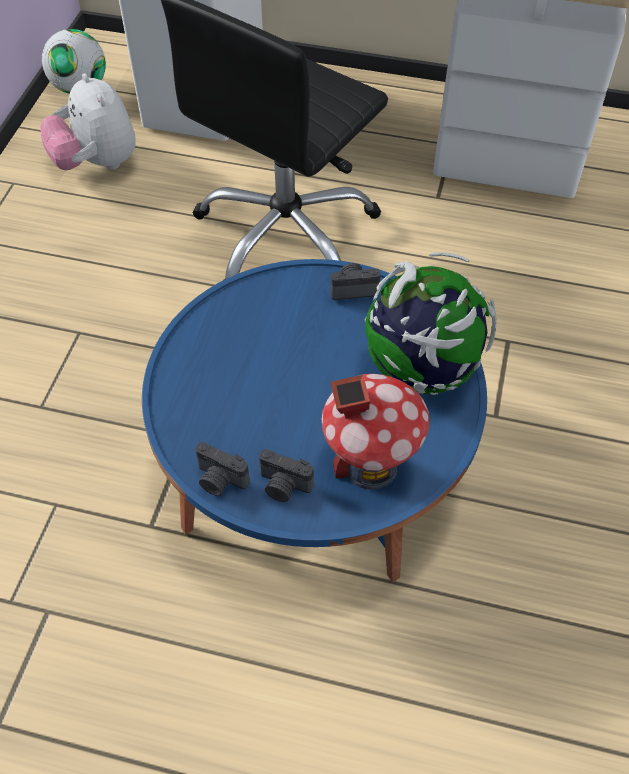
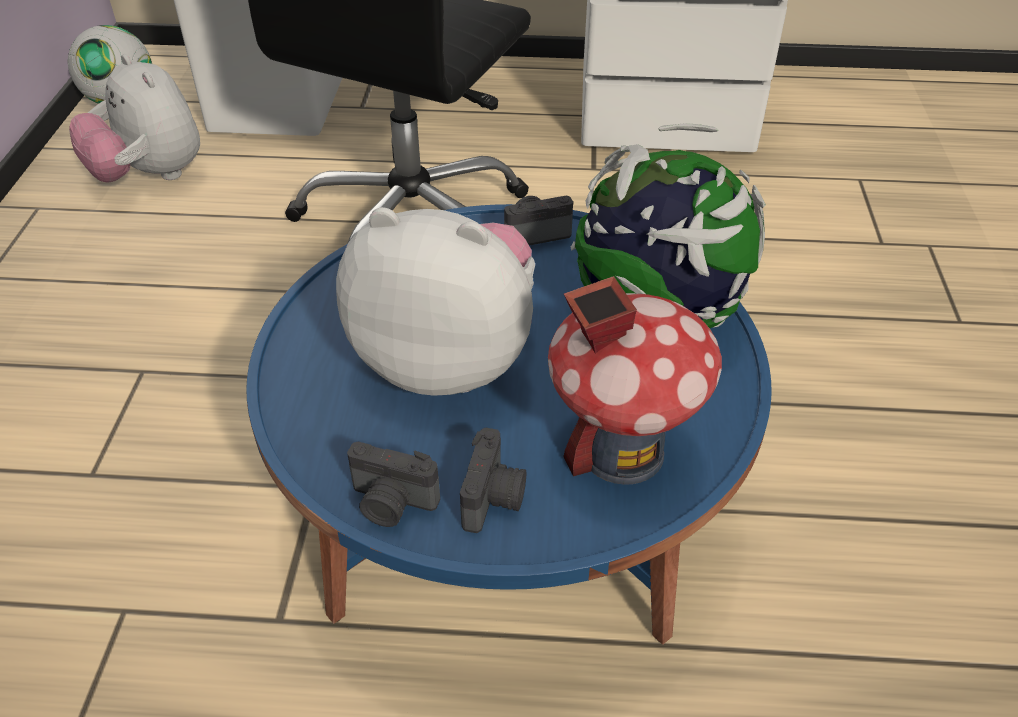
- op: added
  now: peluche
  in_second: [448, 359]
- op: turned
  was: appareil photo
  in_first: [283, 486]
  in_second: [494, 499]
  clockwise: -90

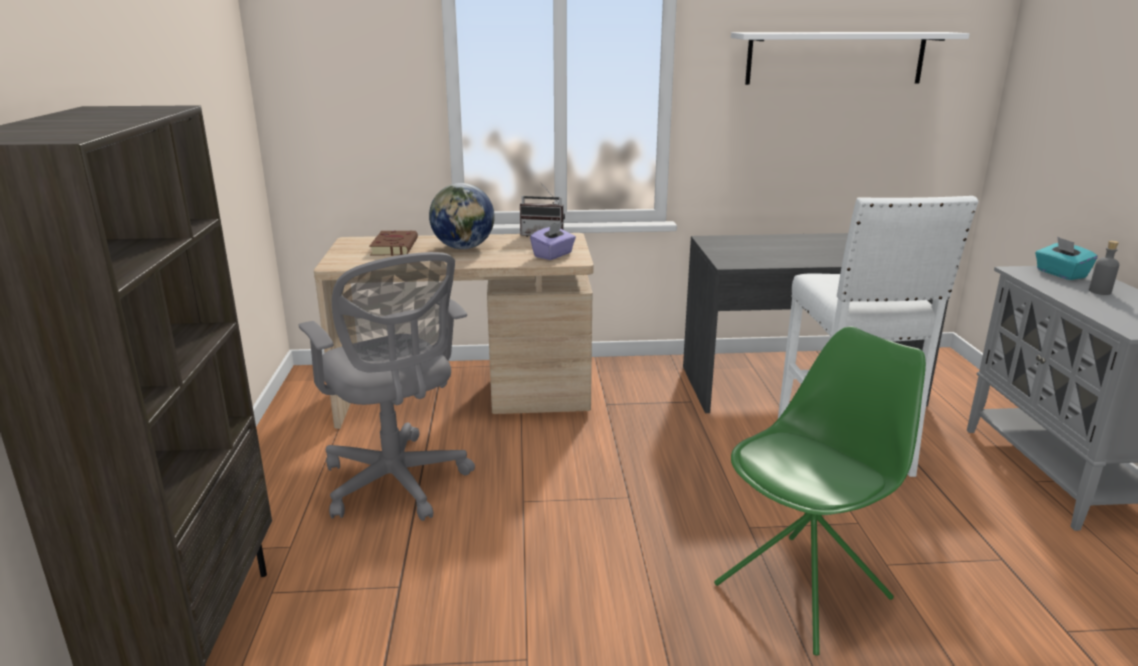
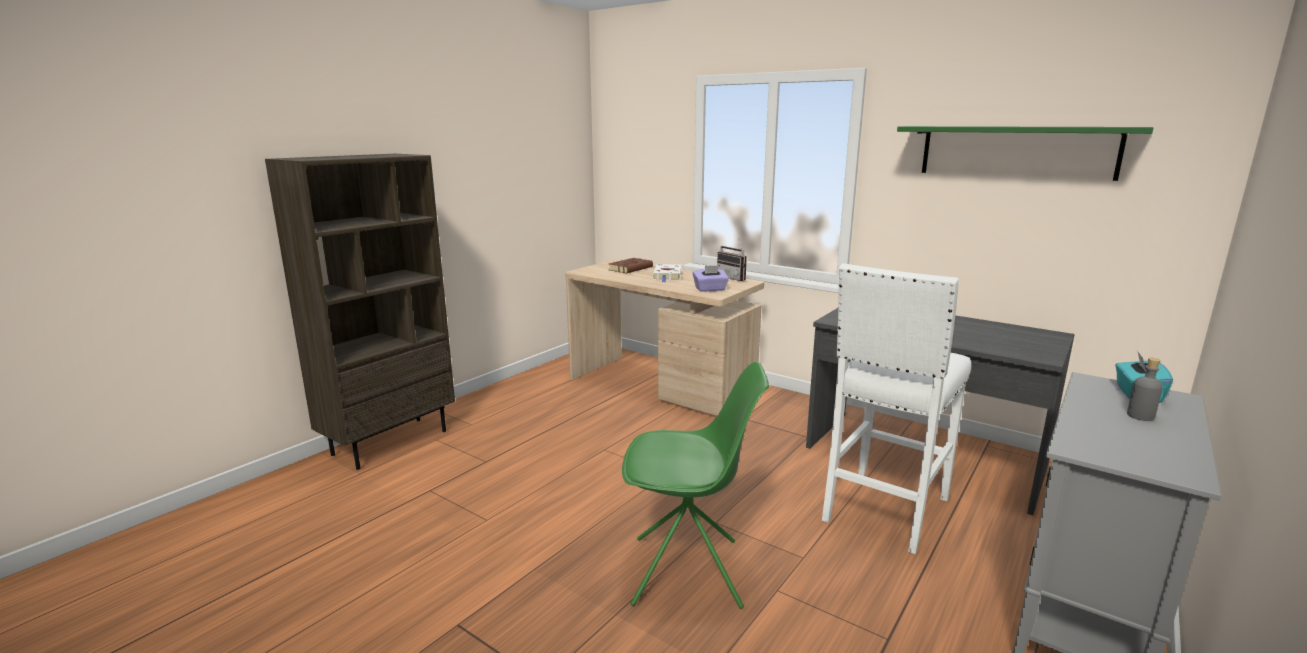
- op: removed
  was: chaise de bureau [gris]
  in_first: [397, 484]
- op: replaced
  was: globe
  now: livre [blanc]
  in_first: [464, 248]
  in_second: [667, 276]
- op: recoloured
  was: étagère [blanc]
  now: étagère [vert]
  in_first: [835, 58]
  in_second: [1016, 151]

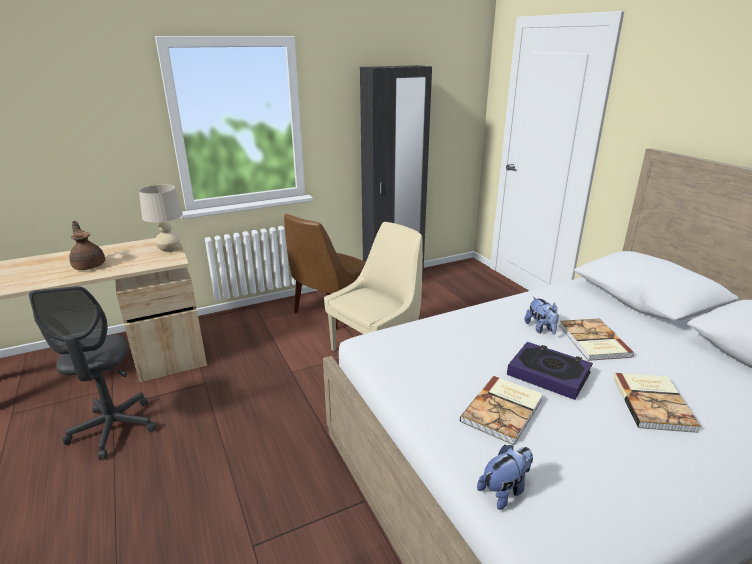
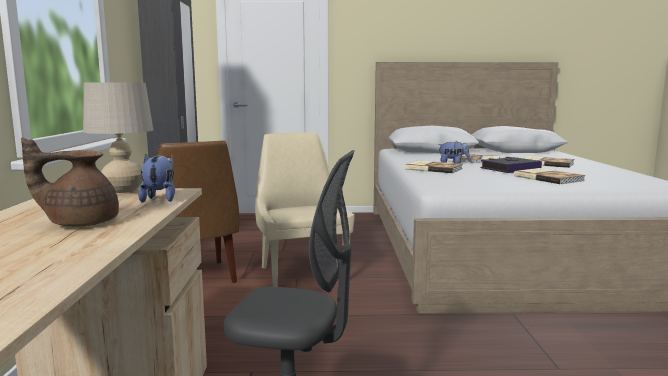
- op: added
  now: livre
  in_second: [433, 168]
- op: moved
  was: peluche
  in_first: [504, 490]
  in_second: [160, 199]

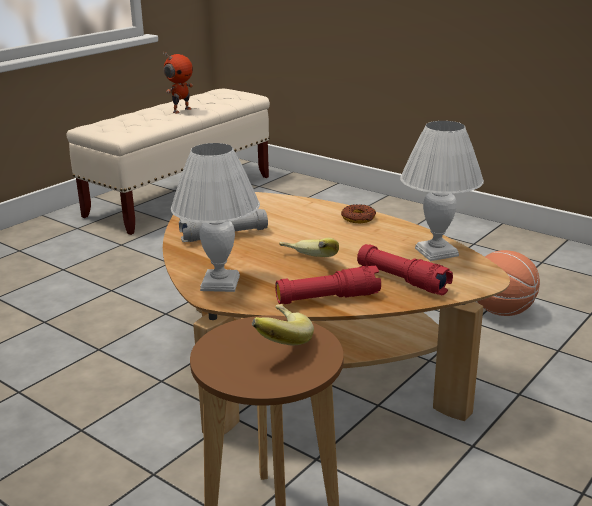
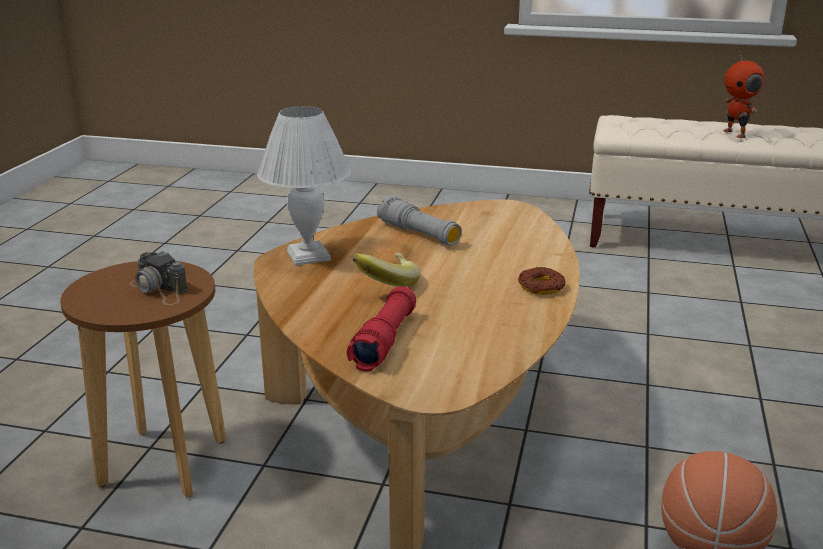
- op: removed
  was: lampe de poche [rouge]
  in_first: [327, 298]
- op: removed
  was: lampe de table [blanc]
  in_first: [435, 252]
- op: replaced
  was: banane
  now: appareil photo
  in_first: [278, 342]
  in_second: [159, 289]
- op: turned
  was: robot jouet
  in_first: [181, 110]
  in_second: [736, 134]
  clockwise: 60

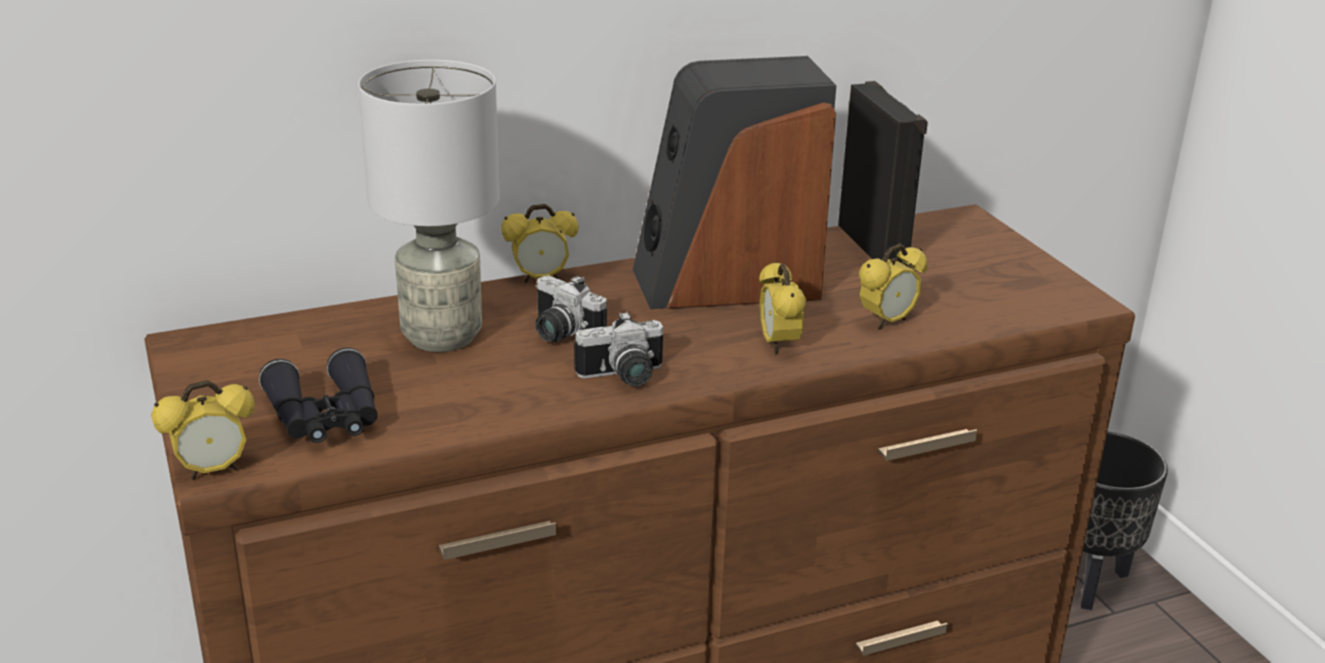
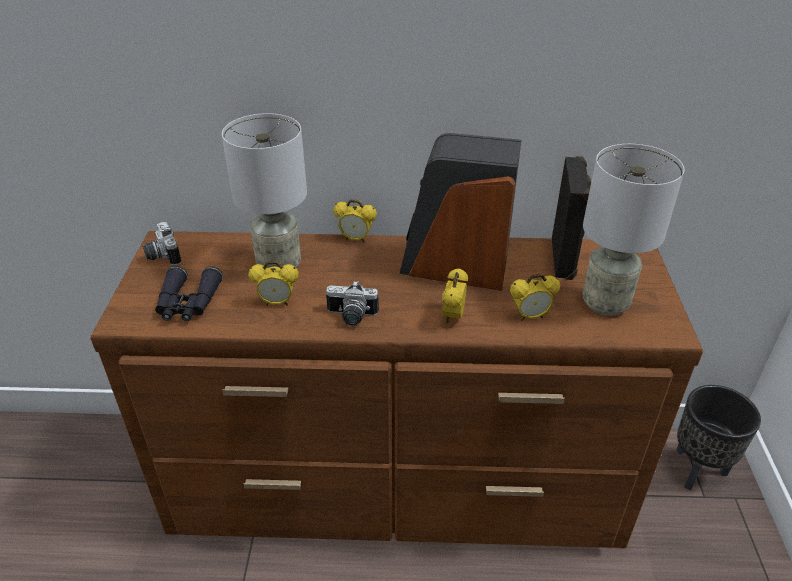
- op: added
  now: lampe de table [gris]
  in_second: [605, 304]
- op: moved
  was: réveil
  in_first: [213, 471]
  in_second: [277, 303]
- op: moved
  was: appareil photo
  in_first: [560, 334]
  in_second: [162, 255]

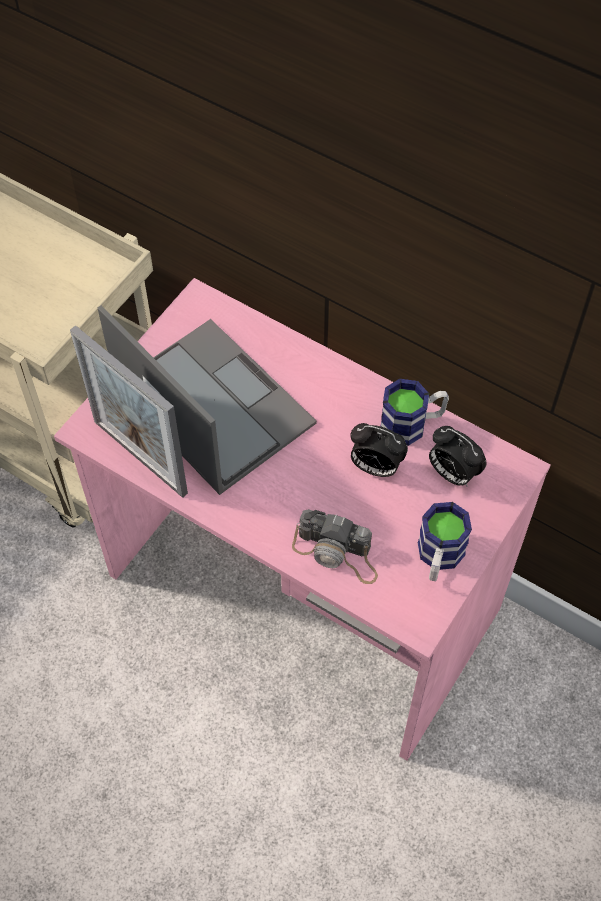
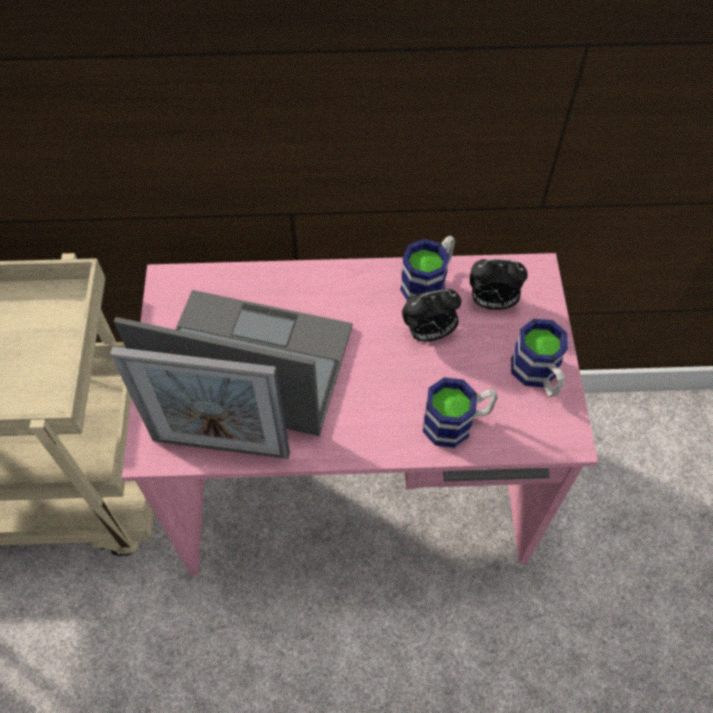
- op: replaced
  was: appareil photo
  now: mug
  in_first: [337, 553]
  in_second: [457, 423]

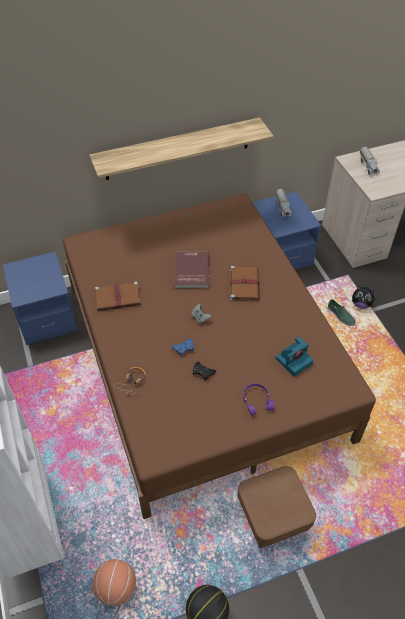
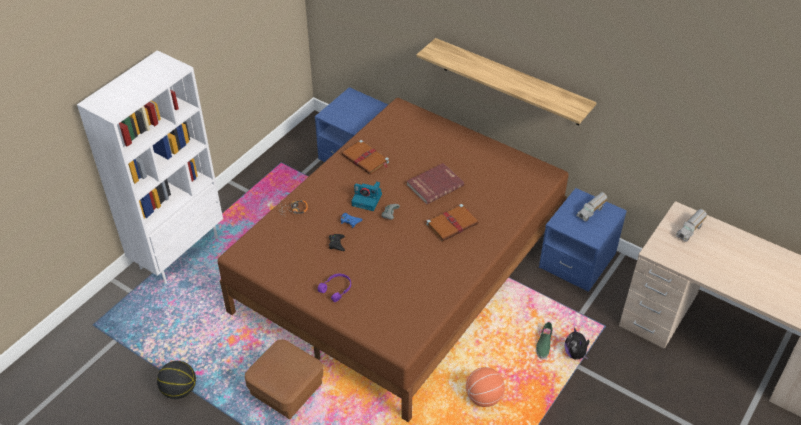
- op: moved
  was: ballon de basket
  in_first: [116, 588]
  in_second: [483, 397]
- op: moved
  was: appareil photo
  in_first: [294, 360]
  in_second: [367, 200]

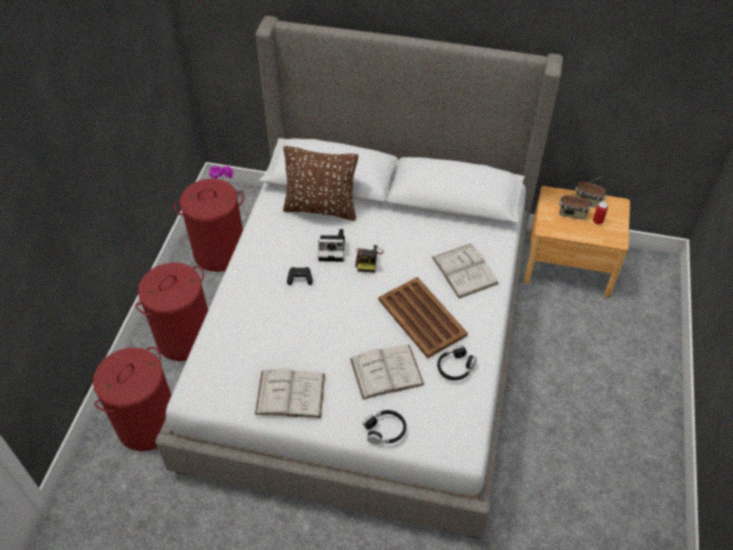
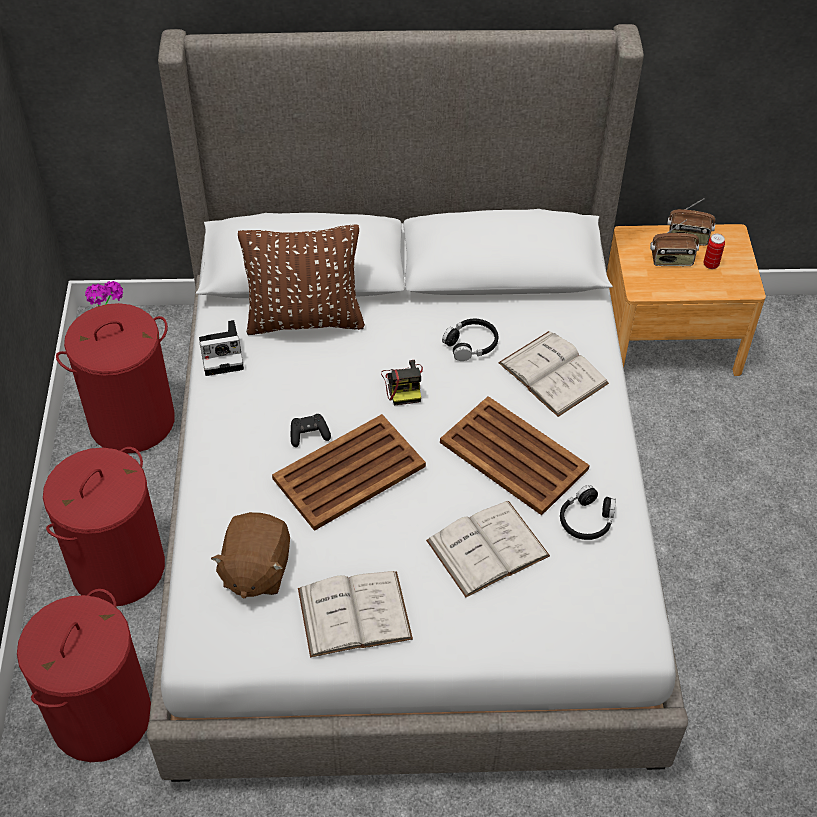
- op: added
  now: peluche [marron]
  in_second: [255, 570]
- op: added
  now: plateau [marron]
  in_second: [350, 472]
- op: moved
  was: appareil photo
  in_first: [333, 249]
  in_second: [223, 354]
- op: moved
  was: casque audio [noir]
  in_first: [385, 430]
  in_second: [471, 344]

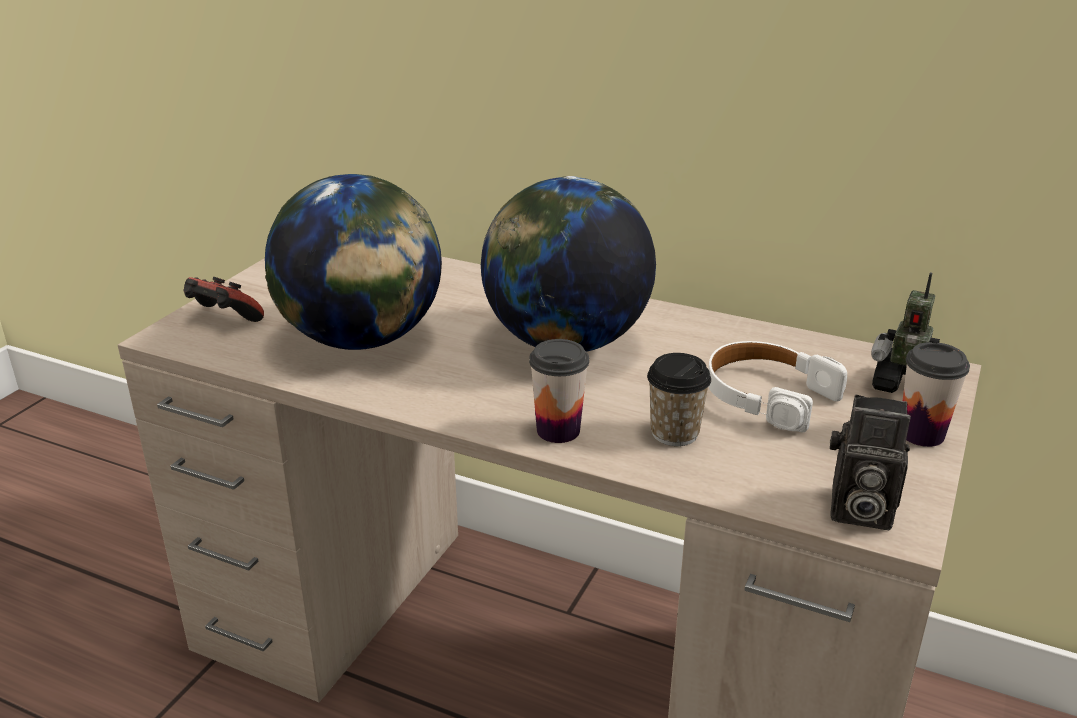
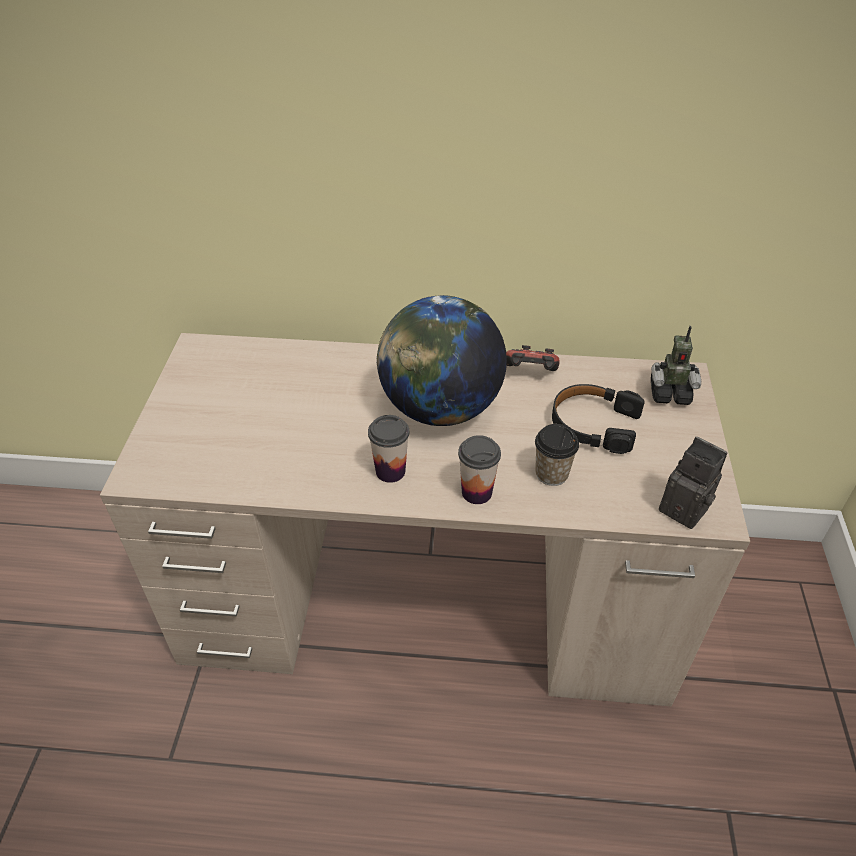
- op: removed
  was: globe
  in_first: [362, 340]
- op: moved
  was: manette
  in_first: [223, 320]
  in_second: [530, 374]
- op: moved
  was: tasse
  in_first: [921, 434]
  in_second: [390, 471]
- op: recoloured
  was: casque audio [blanc]
  now: casque audio [noir]
  in_first: [768, 396]
  in_second: [593, 424]
- op: turned
  was: appareil photo
  in_first: [856, 511]
  in_second: [687, 509]
  clockwise: -135

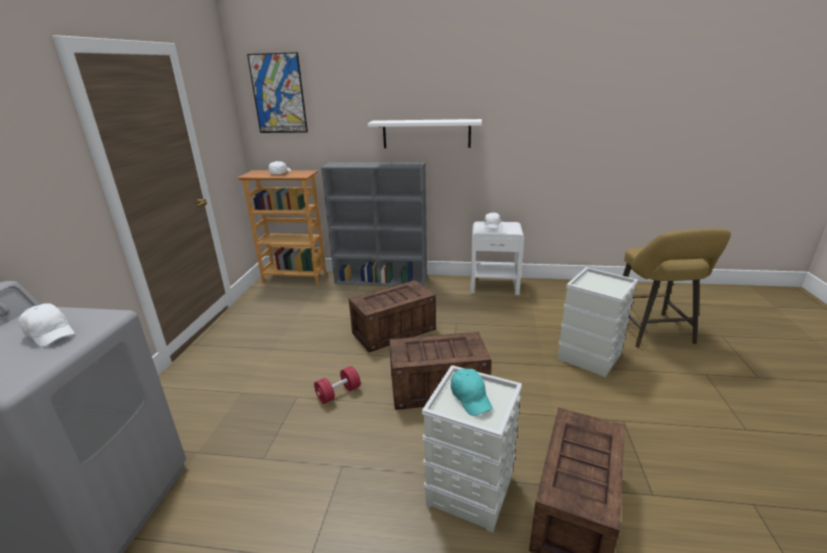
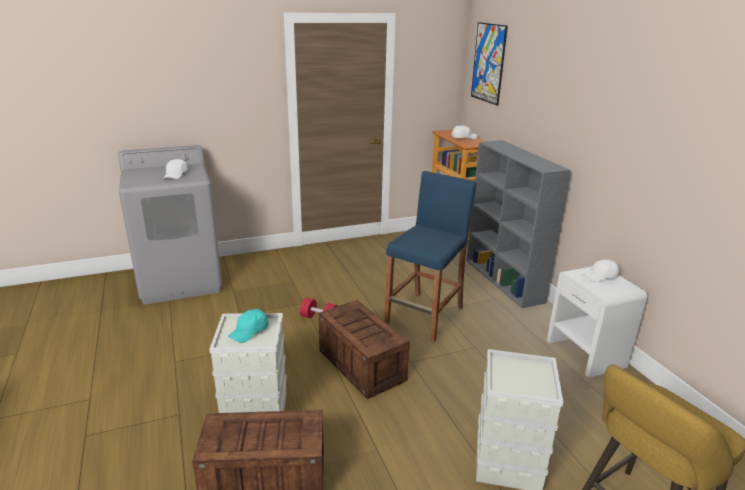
- op: removed
  was: étagère [blanc]
  in_first: [426, 134]
- op: replaced
  was: caisse
  now: tabouret [bleu]
  in_first: [395, 330]
  in_second: [425, 316]

